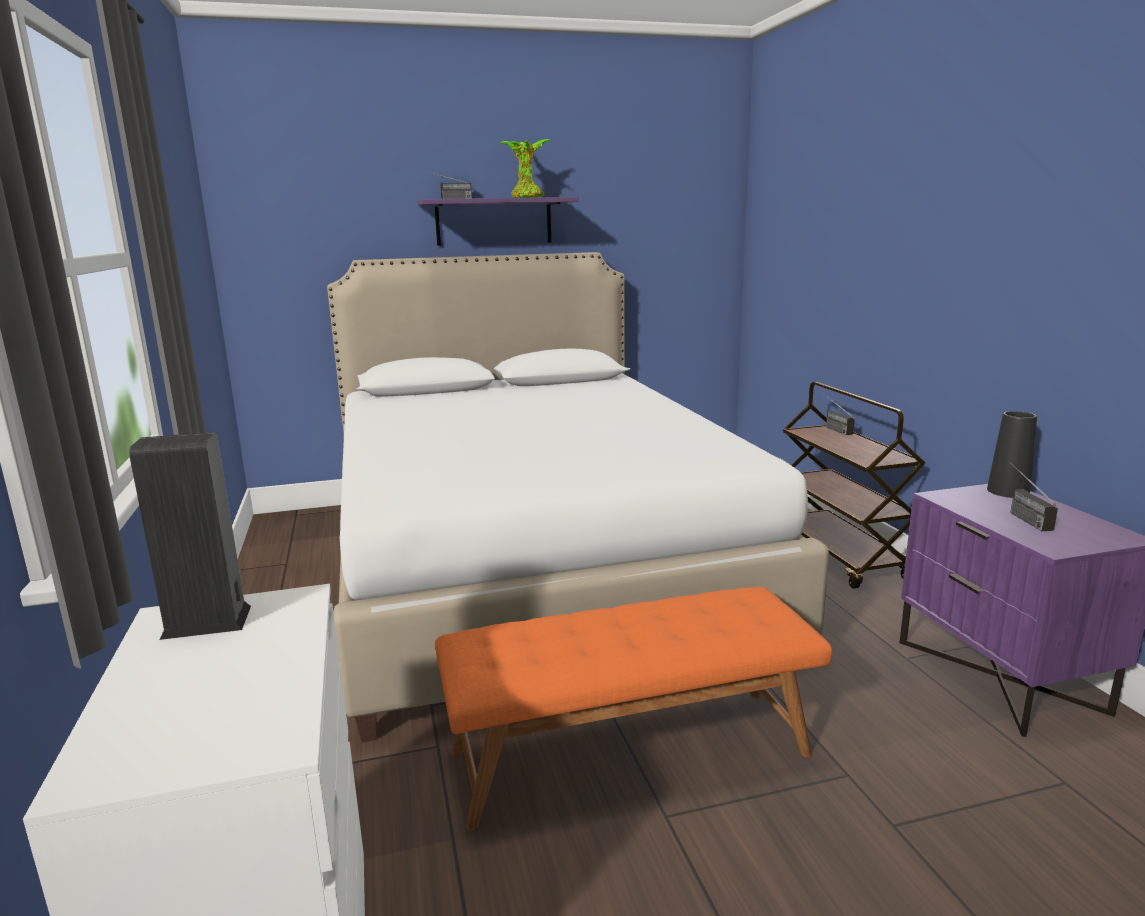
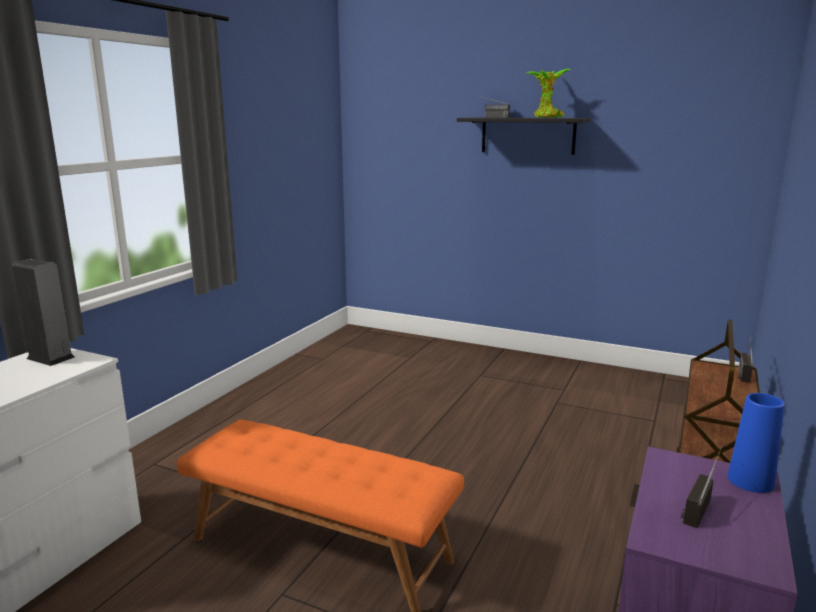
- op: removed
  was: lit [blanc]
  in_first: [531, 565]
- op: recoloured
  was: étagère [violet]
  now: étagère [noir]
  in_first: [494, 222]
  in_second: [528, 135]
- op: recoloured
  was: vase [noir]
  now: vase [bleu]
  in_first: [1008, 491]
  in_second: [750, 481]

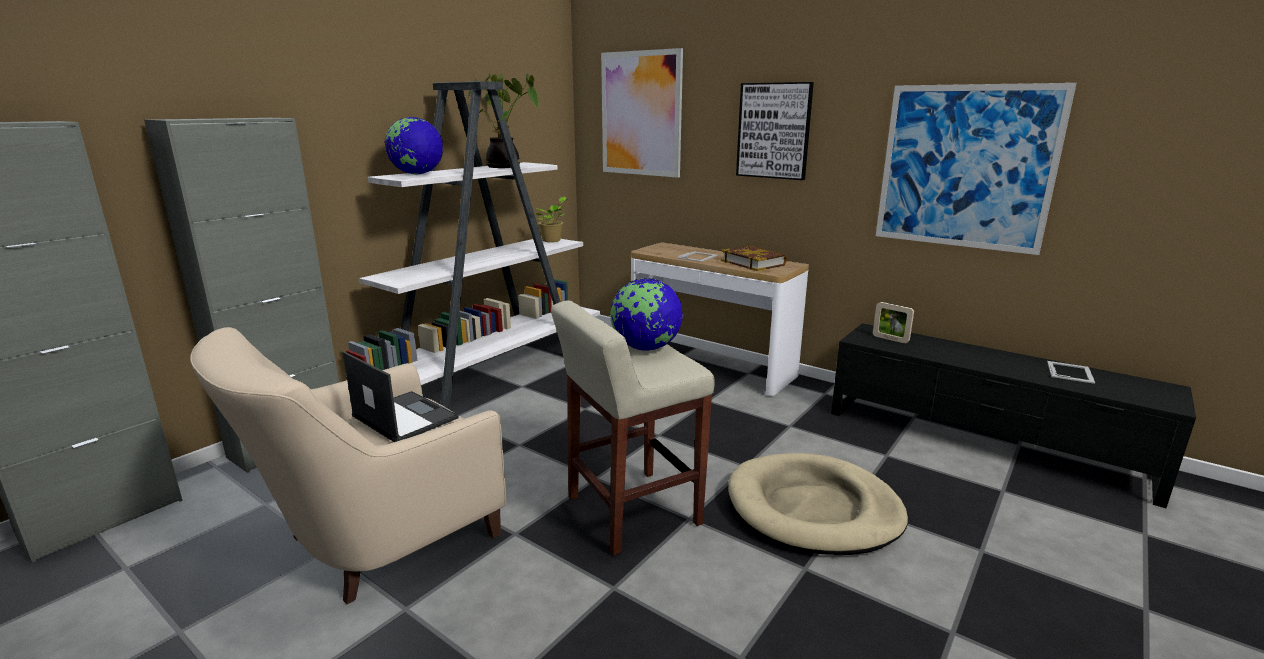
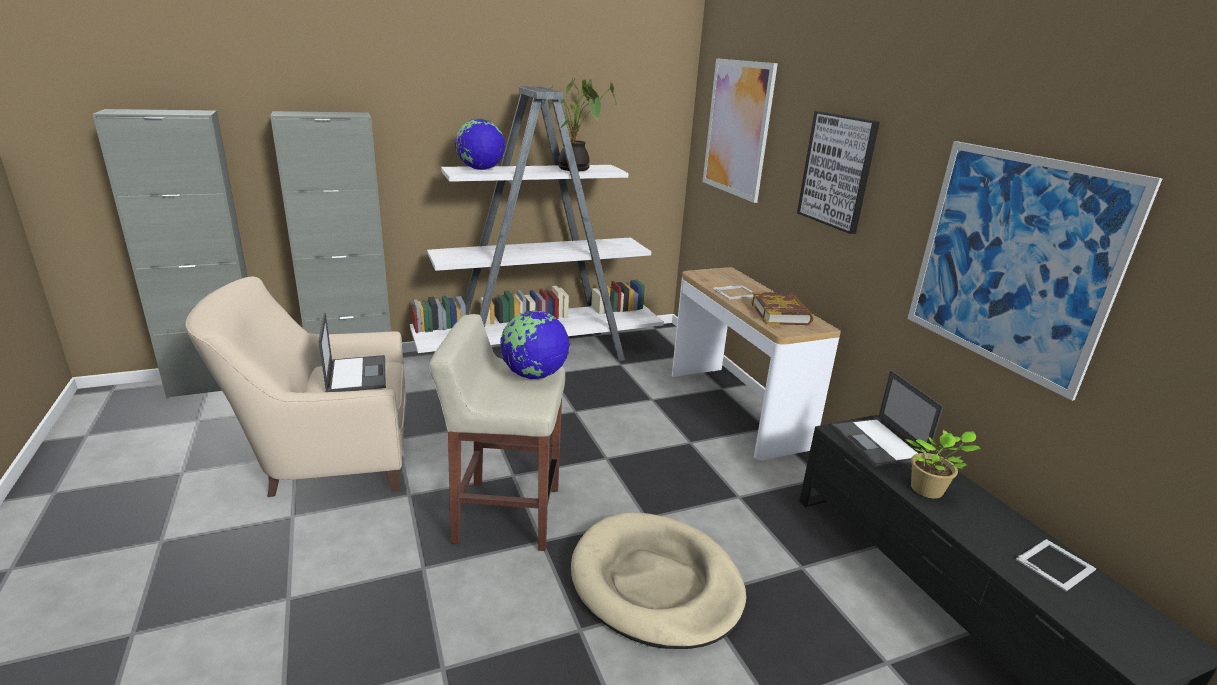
- op: moved
  was: plante en pot
  in_first: [552, 240]
  in_second: [929, 491]
- op: replaced
  was: cadre photo
  now: ordinateur portable
  in_first: [890, 339]
  in_second: [878, 443]

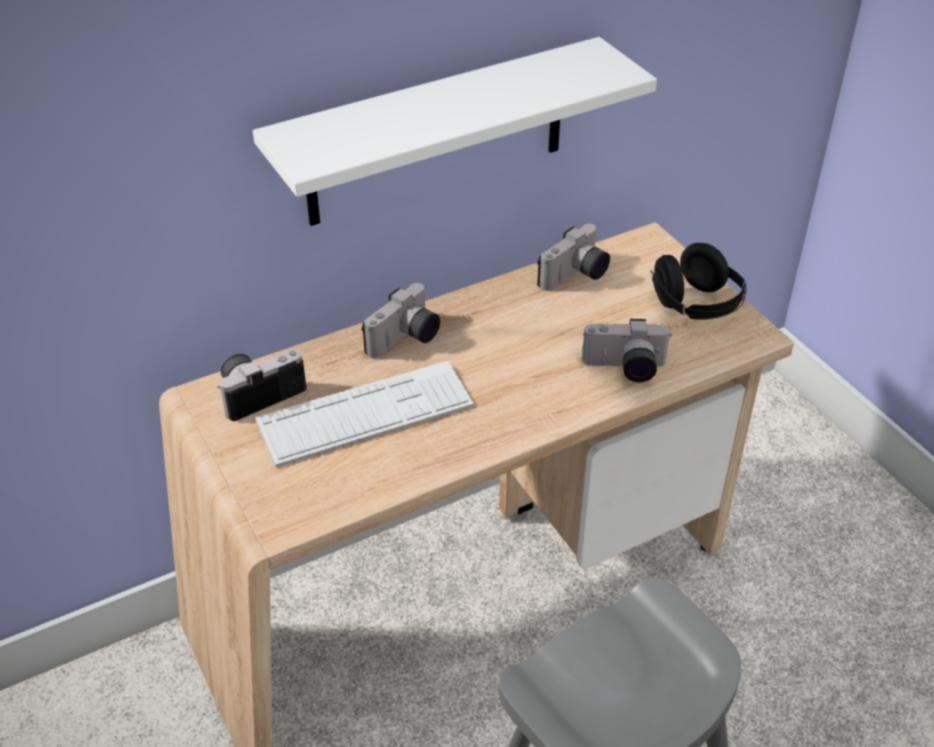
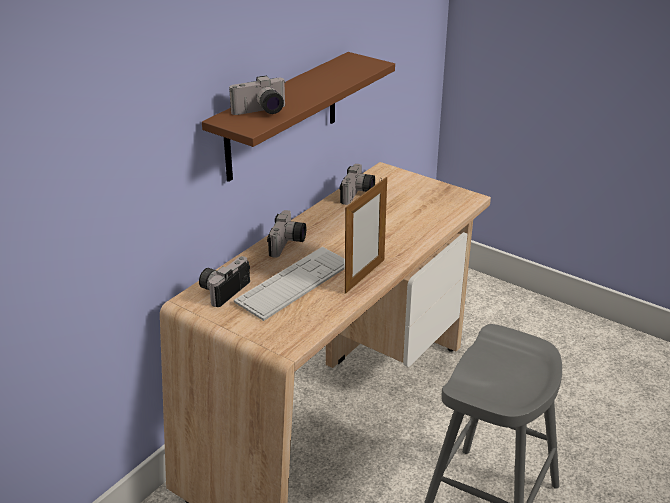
- op: removed
  was: casque audio [noir]
  in_first: [695, 306]
- op: added
  now: cadre photo
  in_second: [364, 276]
- op: moved
  was: appareil photo
  in_first: [624, 369]
  in_second: [261, 112]
- op: recoloured
  was: étagère [blanc]
  now: étagère [marron]
  in_first: [437, 134]
  in_second: [282, 116]

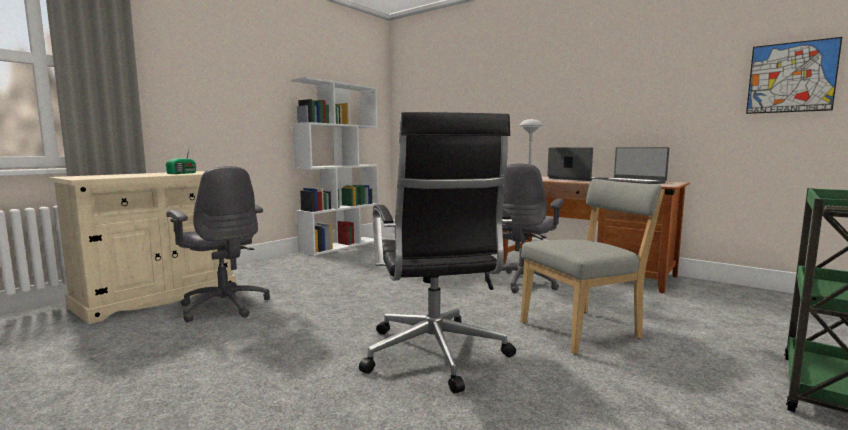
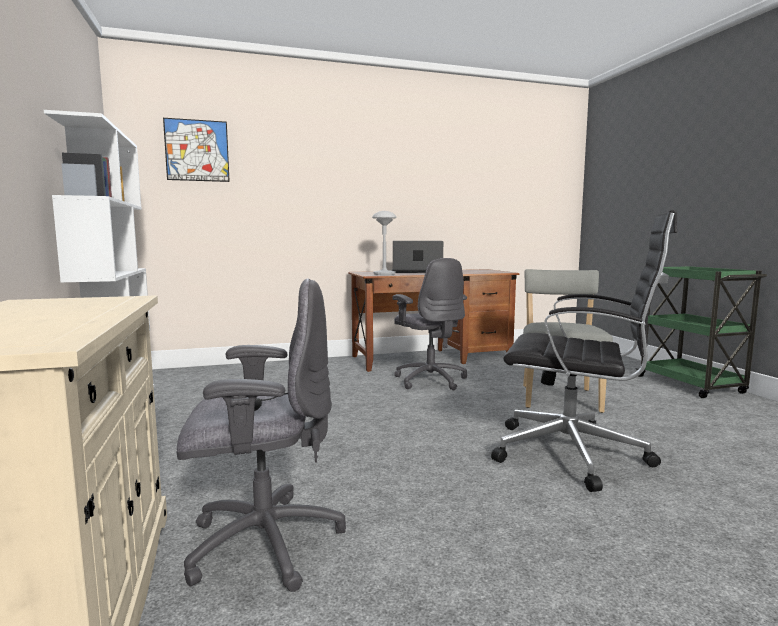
- op: removed
  was: radio
  in_first: [183, 173]
- op: removed
  was: ordinateur portable
  in_first: [630, 182]
- op: moved
  was: tableau
  in_first: [791, 77]
  in_second: [197, 150]

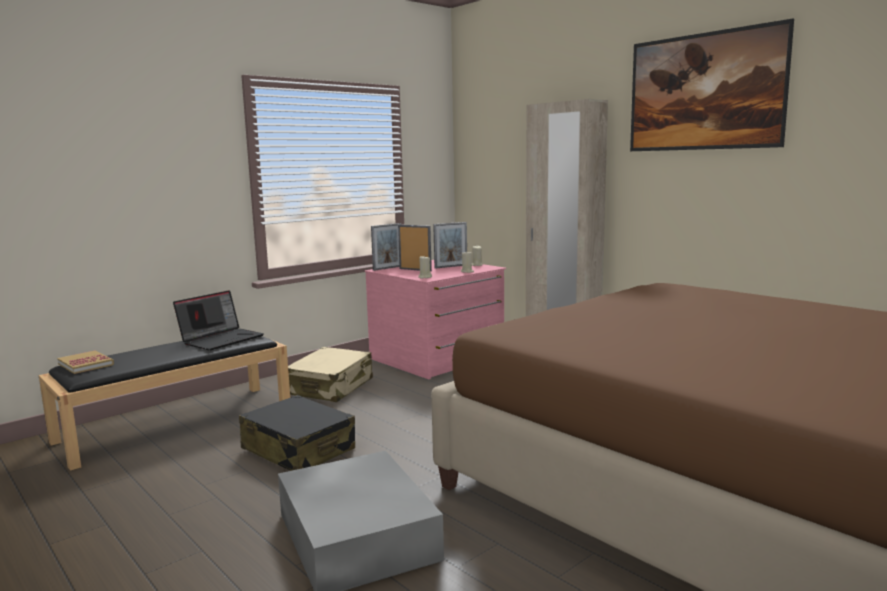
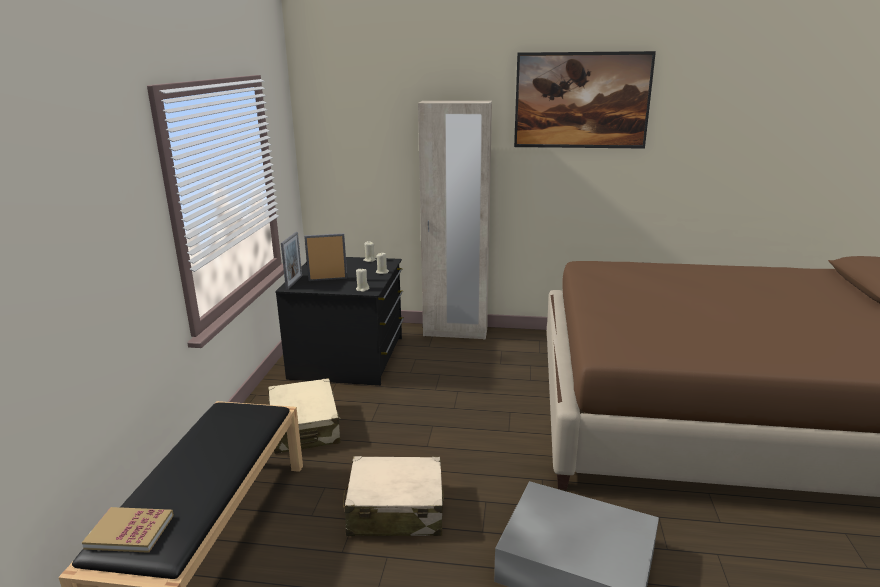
- op: removed
  was: ordinateur portable
  in_first: [222, 339]
- op: removed
  was: cadre photo
  in_first: [451, 266]
- op: recoloured
  was: valise [noir]
  now: valise [beige]
  in_first: [298, 449]
  in_second: [395, 510]
- op: recoloured
  was: commode [rose]
  now: commode [noir]
  in_first: [438, 358]
  in_second: [349, 358]

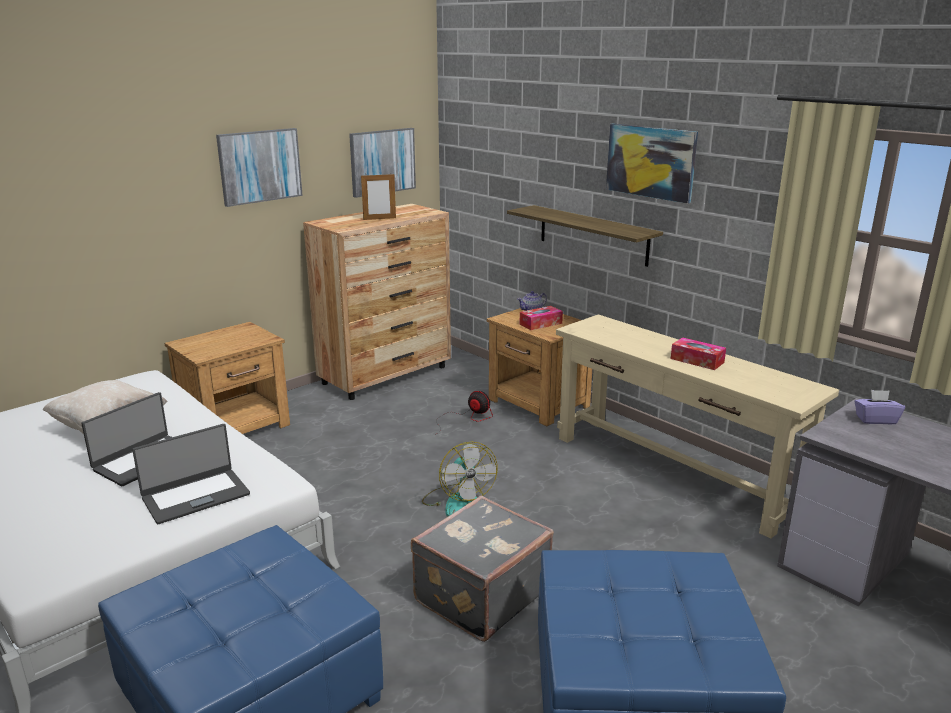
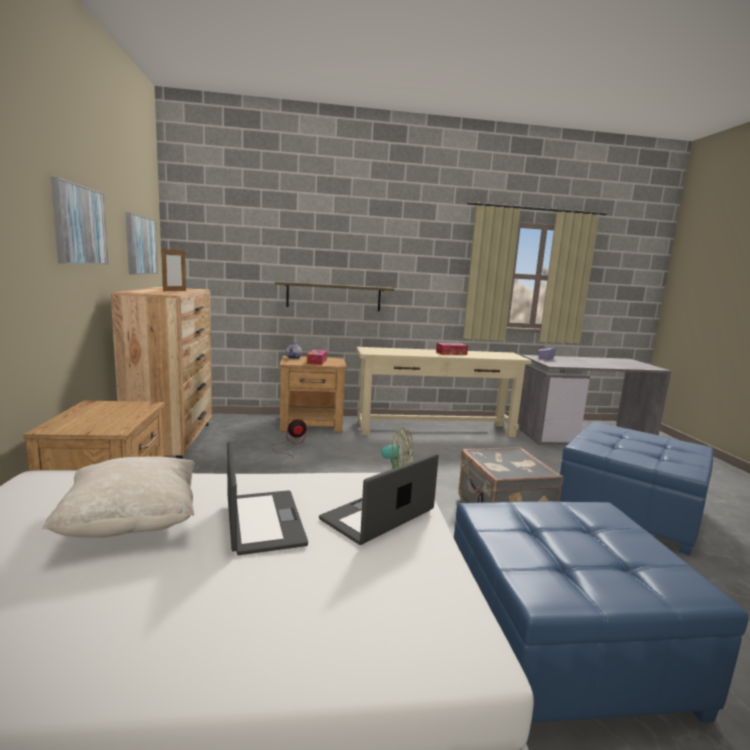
- op: removed
  was: tableau
  in_first: [651, 162]
- op: turned
  was: ordinateur portable
  in_first: [195, 496]
  in_second: [379, 516]
  clockwise: -135

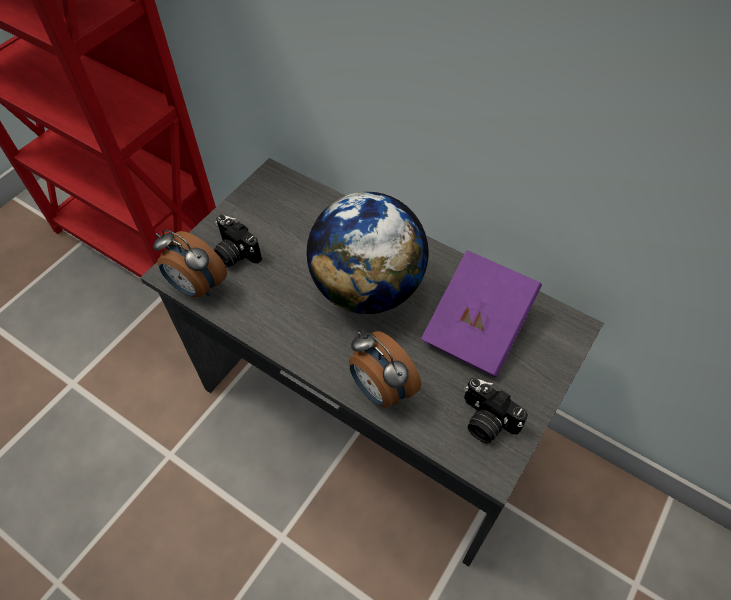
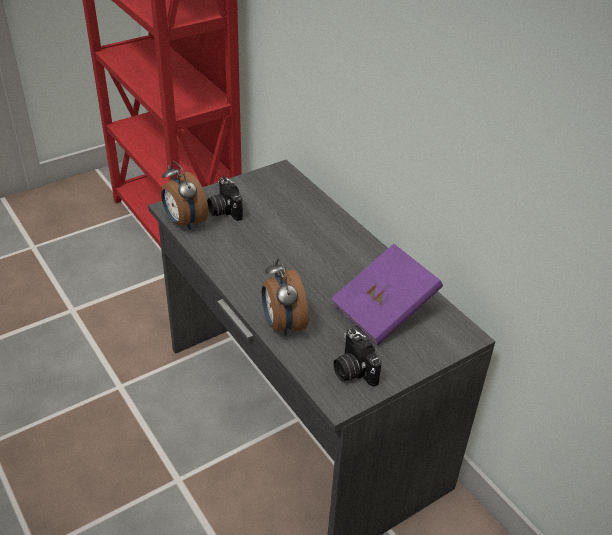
- op: removed
  was: globe
  in_first: [368, 288]

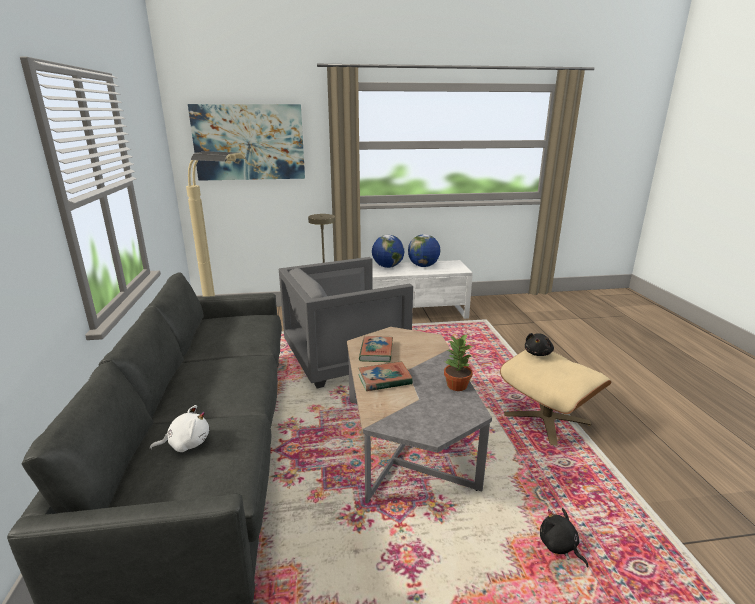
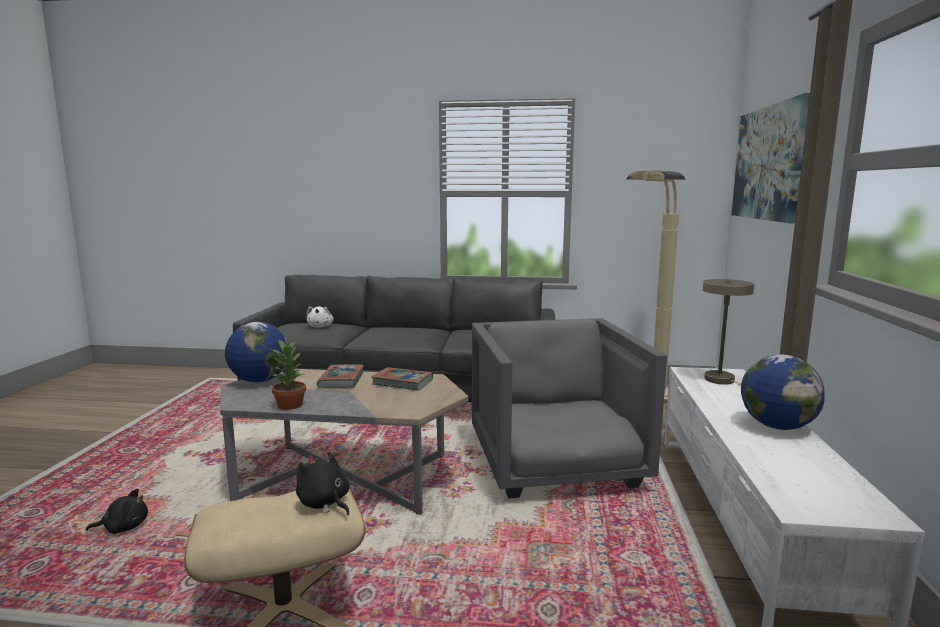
- op: moved
  was: globe
  in_first: [423, 266]
  in_second: [259, 381]

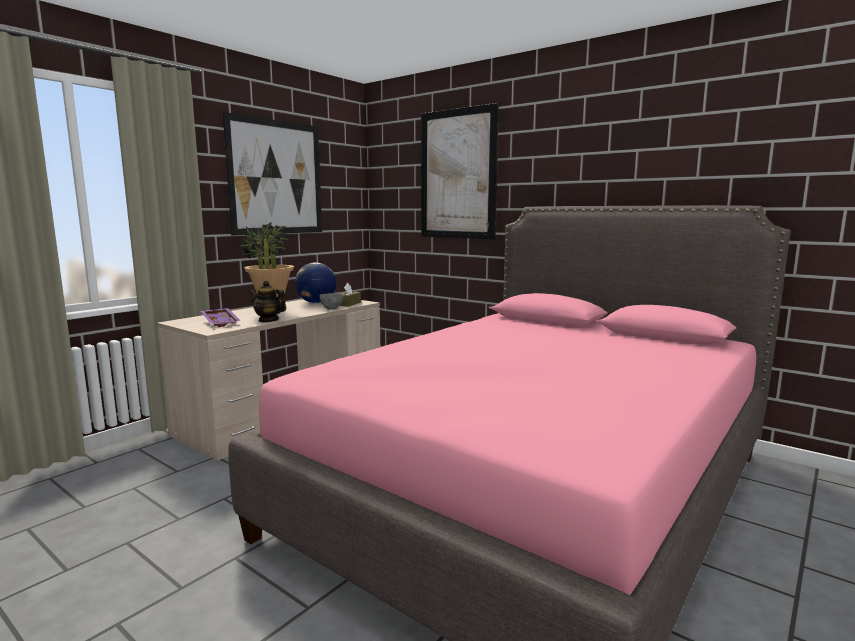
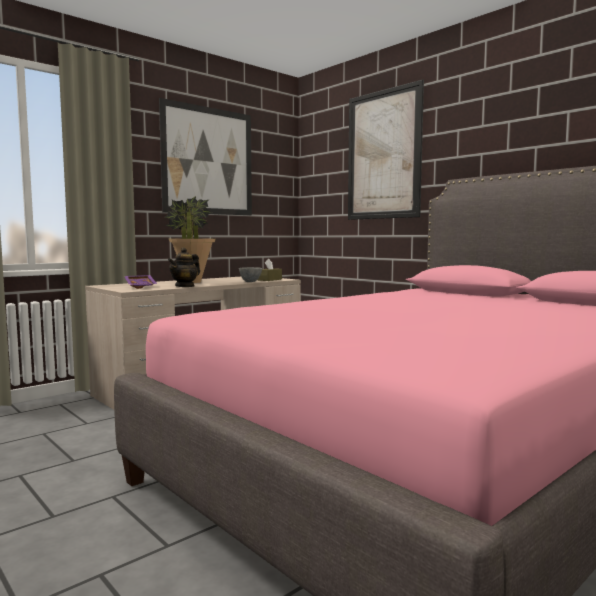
- op: removed
  was: globe
  in_first: [316, 303]
- op: turned
  was: théière
  in_first: [268, 320]
  in_second: [185, 286]
  clockwise: -90

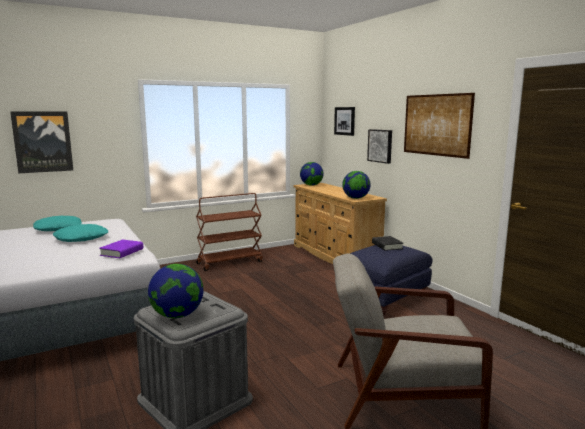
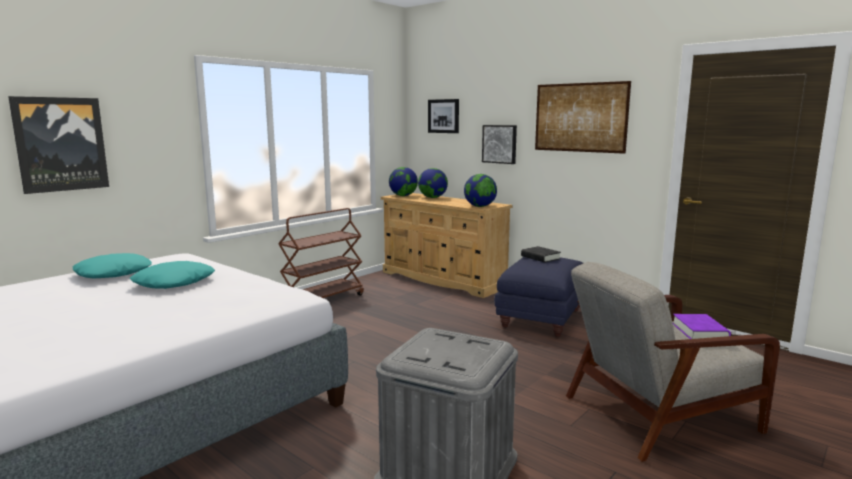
- op: moved
  was: livre [violet]
  in_first: [122, 252]
  in_second: [700, 332]
- op: moved
  was: globe
  in_first: [177, 315]
  in_second: [432, 197]

